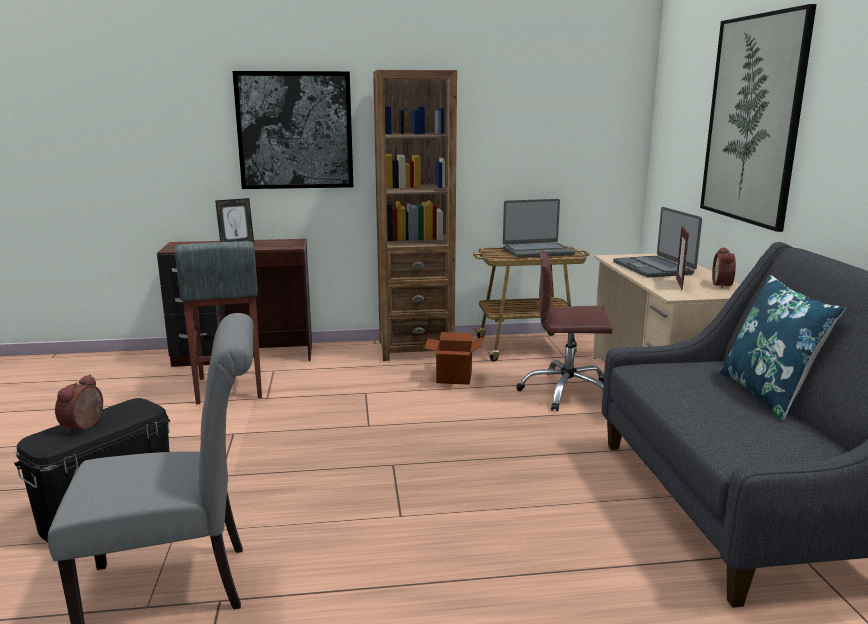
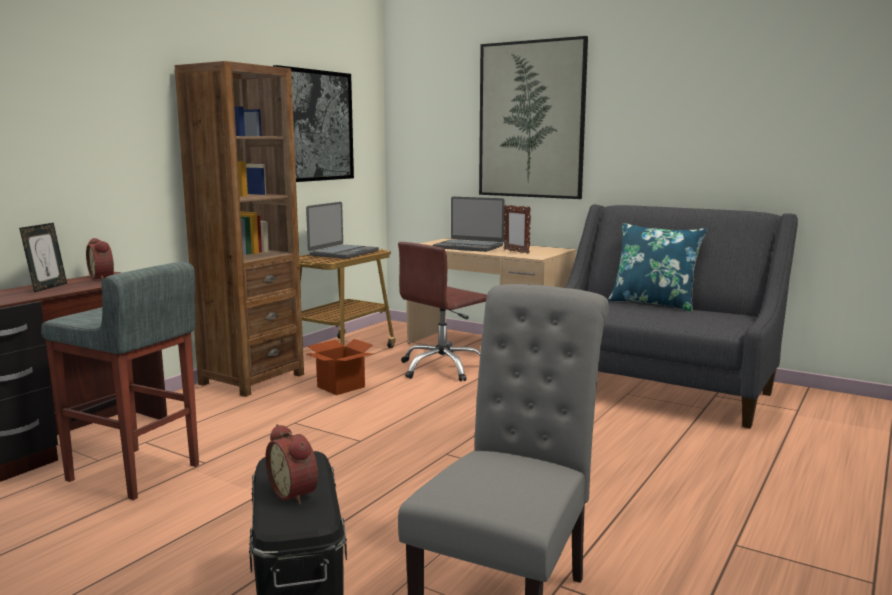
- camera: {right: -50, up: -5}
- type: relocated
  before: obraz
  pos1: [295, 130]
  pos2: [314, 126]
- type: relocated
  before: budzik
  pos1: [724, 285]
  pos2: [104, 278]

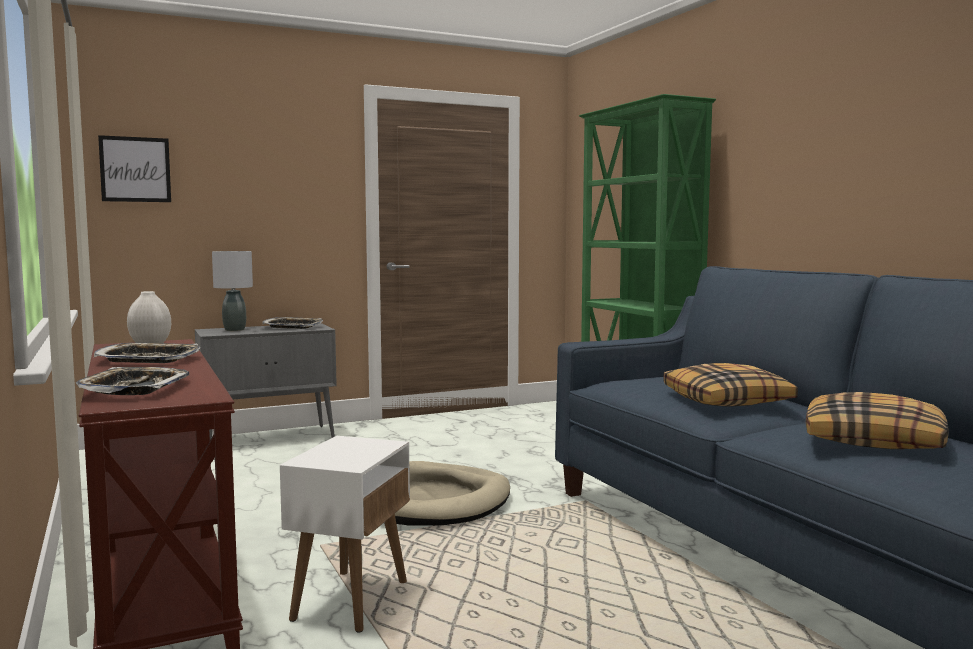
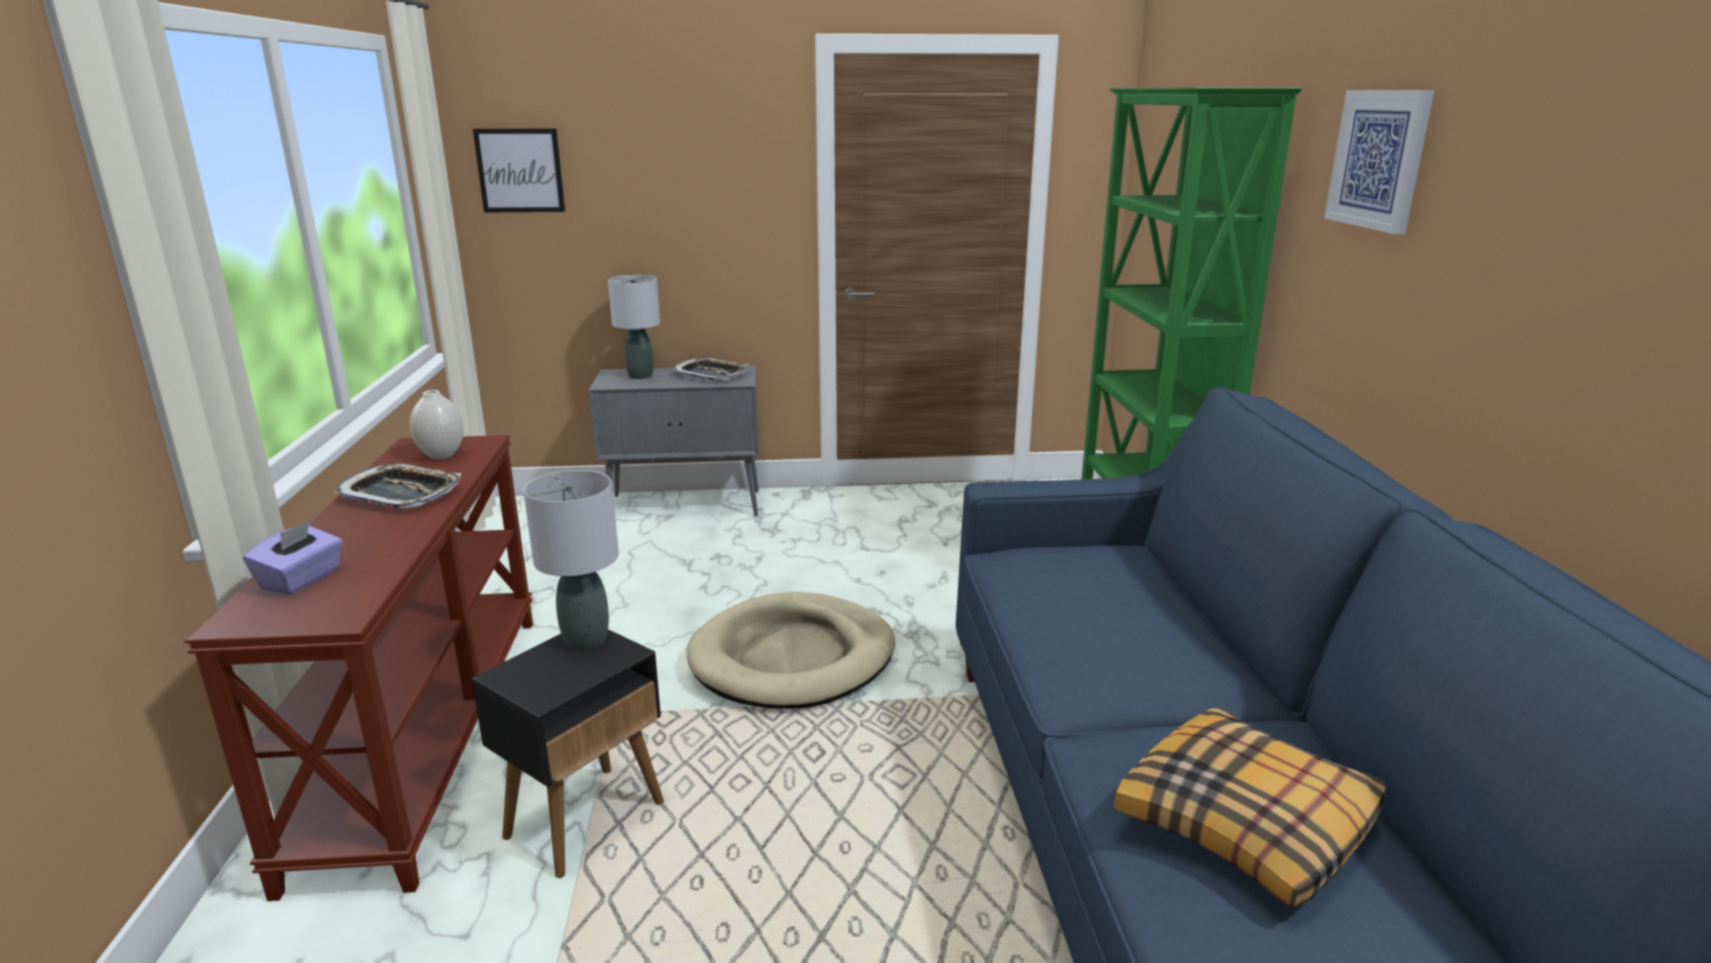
- camera: {right: 20, up: 15}
- type: missing
  before: poduszka
  pos1: [727, 401]
- type: appeared
  after: lampa stołowa/szary
  pos2: [587, 639]
- type: appeared
  after: obraz
  pos2: [1379, 159]
- type: exchanged
  before: taca
  after: pudełko chusteczek/fioletowy
  pos1: [134, 389]
  pos2: [302, 579]
- type: colour
  before: stolik/biały
  after: stolik/czarny
  pos1: [351, 600]
  pos2: [586, 819]

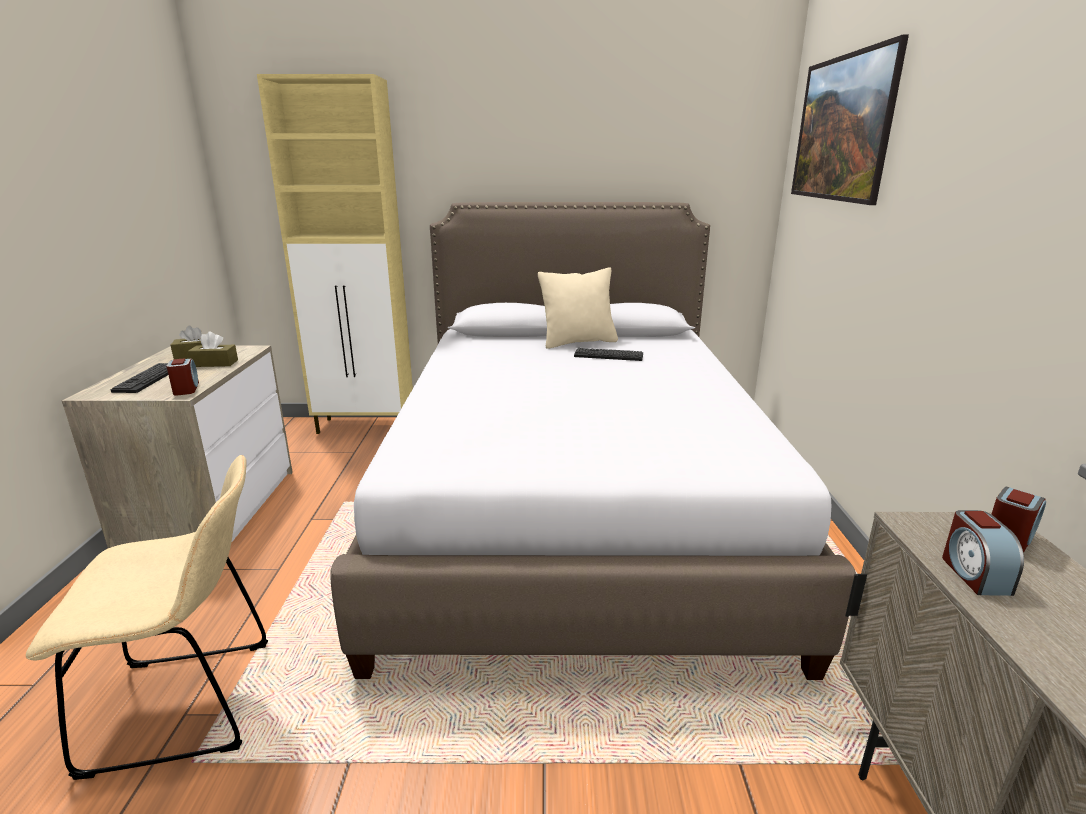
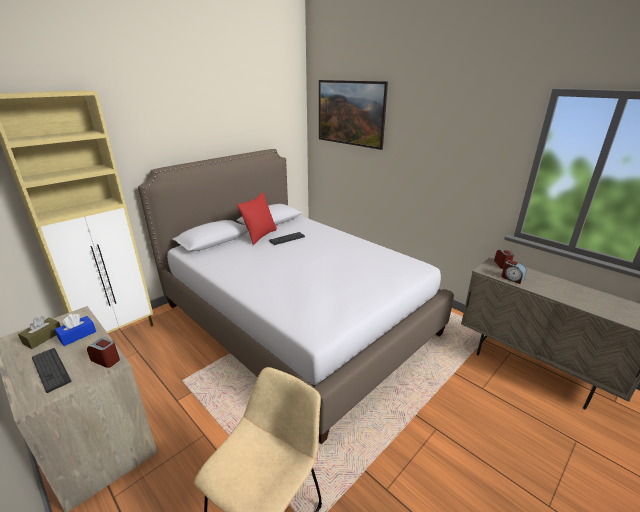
- camera: {right: -45, up: 5}
- type: colour
  before: pudełko chusteczek/brązowy
  after: pudełko chusteczek/niebieski
  pos1: [215, 363]
  pos2: [77, 335]
- type: colour
  before: poduszka/beżowy
  after: poduszka/czerwony
  pos1: [578, 342]
  pos2: [260, 236]

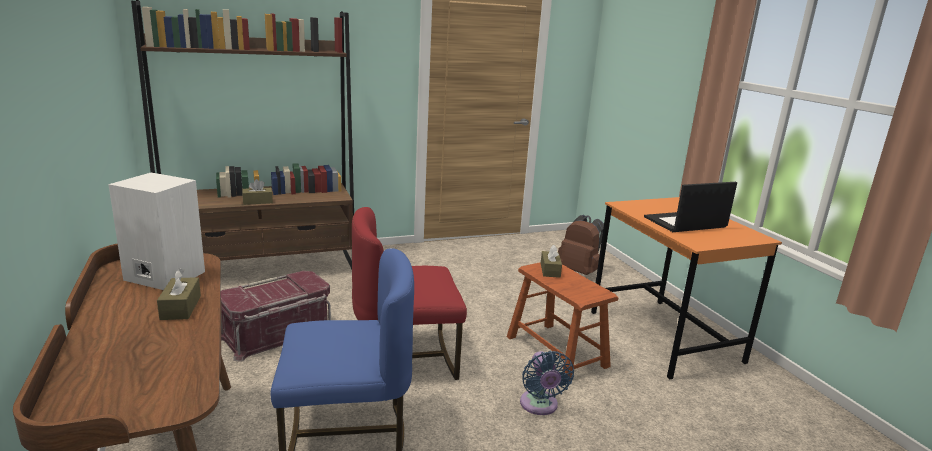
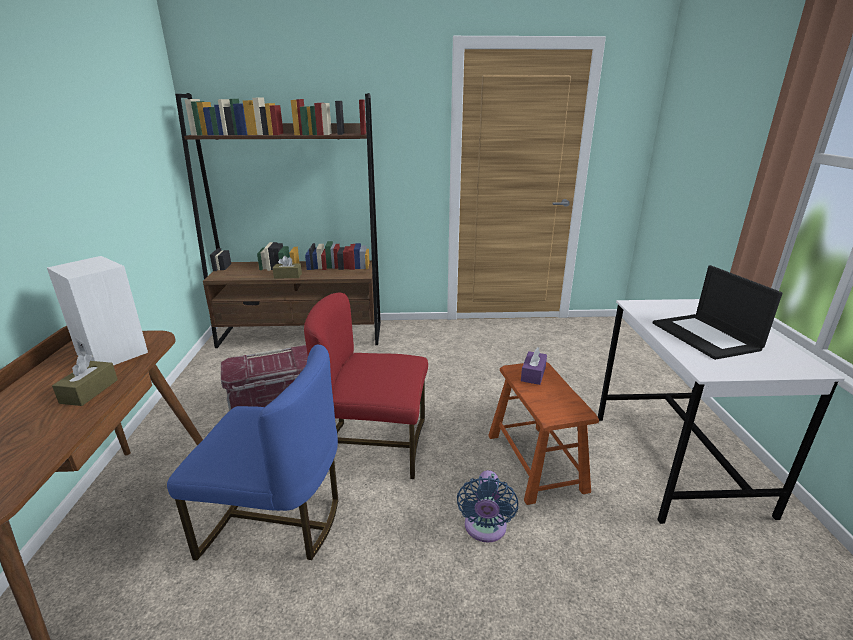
- camera: {right: 20, up: 5}
- type: missing
  before: plecak/brązowy
  pos1: [579, 271]
- type: colour
  before: pudełko chusteczek/brązowy
  after: pudełko chusteczek/fioletowy
  pos1: [550, 270]
  pos2: [533, 374]
- type: colour
  before: biurko/pomarańczowy
  after: biurko/biały
  pos1: [665, 337]
  pos2: [677, 463]
- type: spun
  before: laptop
  pos1: [685, 223]
  pos2: [706, 336]
  turn: -105

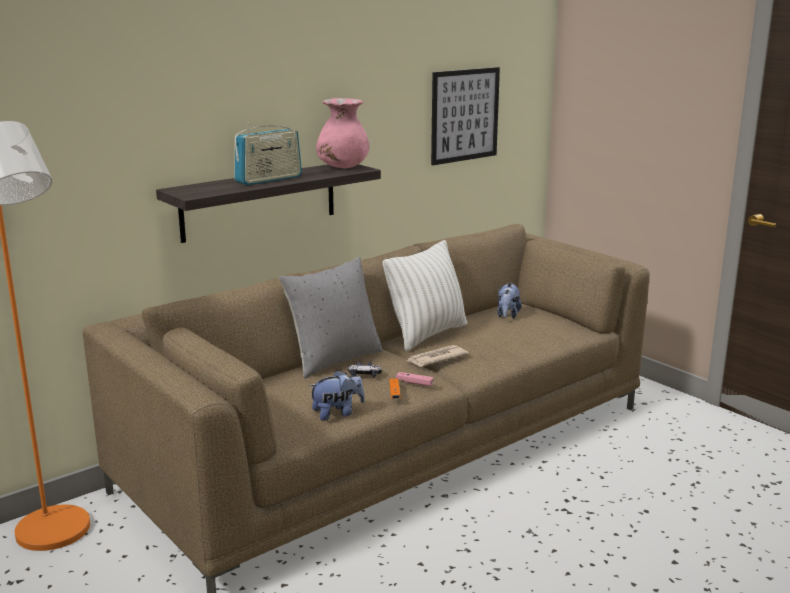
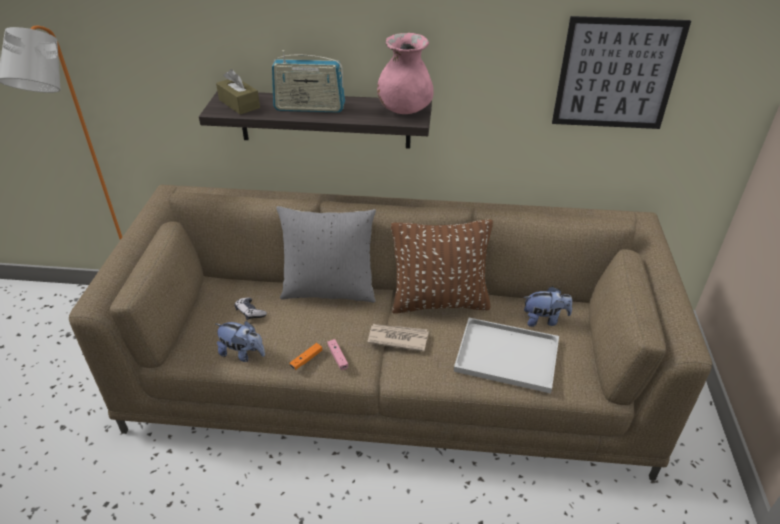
- camera: {right: 45, up: 20}
- type: appeared
  after: pudełko chusteczek/brązowy
  pos2: [239, 104]
- type: appeared
  after: taca/biały
  pos2: [509, 355]
- type: relocated
  before: pad do gier
  pos1: [364, 375]
  pos2: [250, 312]
- type: colour
  before: poduszka/biały
  after: poduszka/brązowy
  pos1: [427, 334]
  pos2: [439, 302]
- type: spun
  before: pluszak
  pos1: [507, 315]
  pos2: [544, 320]
  turn: -150

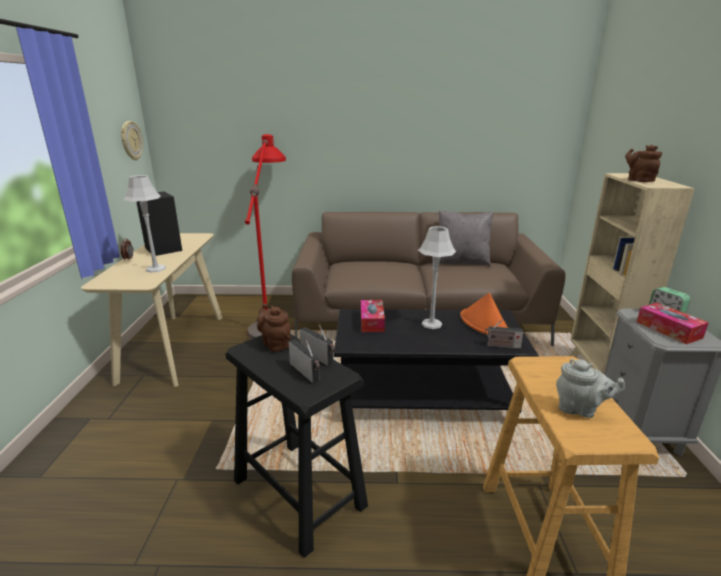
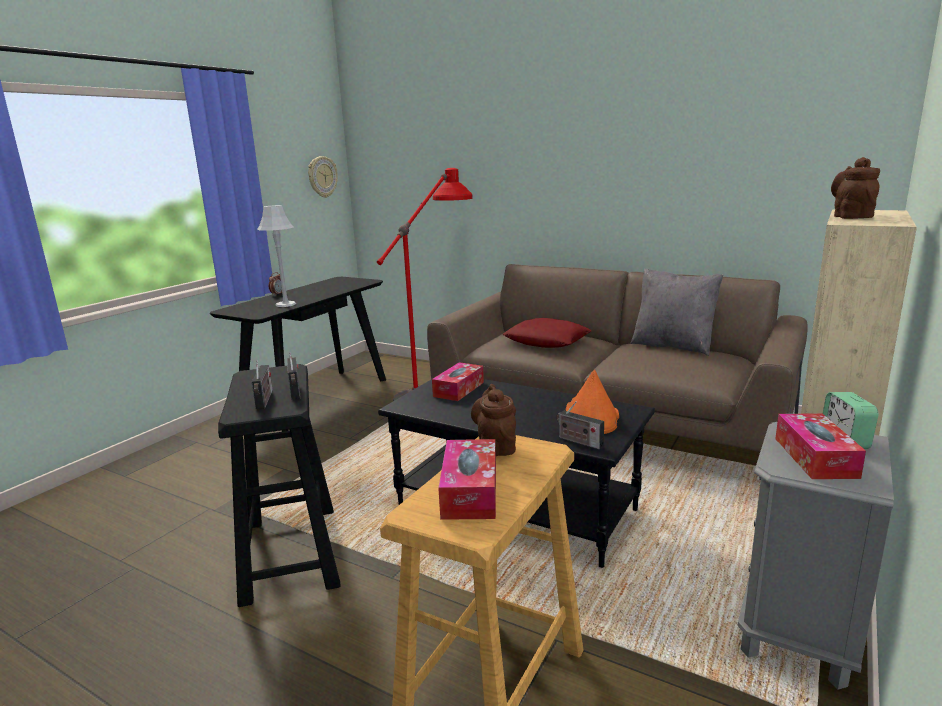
- camera: {right: 30, up: -5}
- type: missing
  before: głośnik/czarny
  pos1: [164, 249]
- type: missing
  before: lampa stołowa/szary
  pos1: [431, 324]
- type: appeared
  after: poduszka/czerwony
  pos2: [547, 341]
- type: relocated
  before: imbryk/brązowy
  pos1: [275, 344]
  pos2: [496, 446]
- type: exchanged
  before: imbryk/szary
  after: pudełko chusteczek
  pos1: [580, 409]
  pos2: [470, 491]
- type: colour
  before: stolik konsolowy/beżowy
  after: stolik konsolowy/czarny
  pos1: [173, 347]
  pos2: [316, 398]

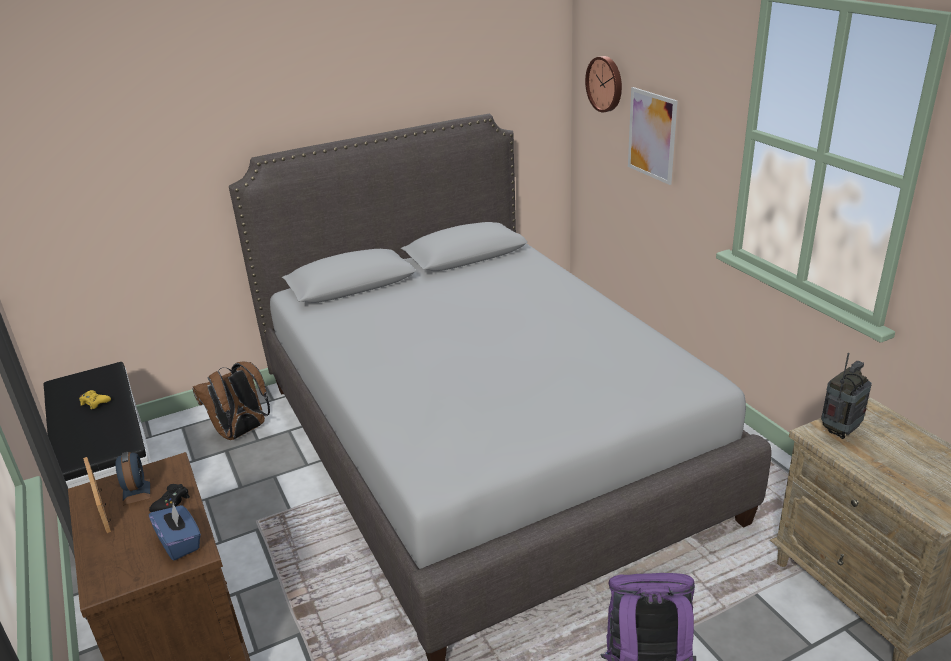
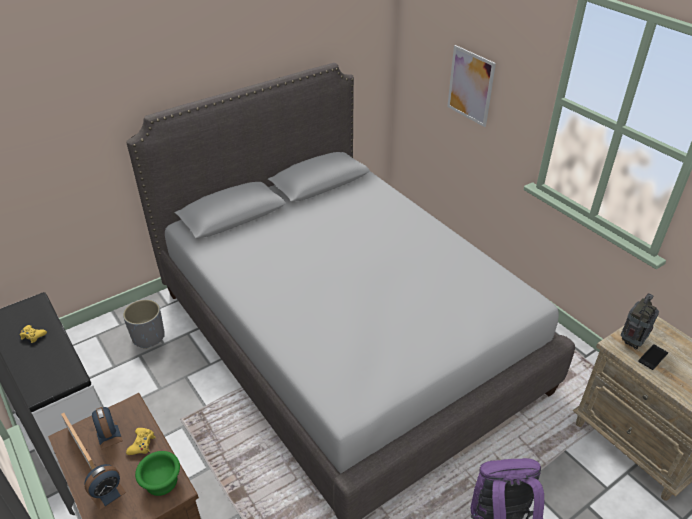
- camera: {right: -10, up: 10}
- type: missing
  before: zegar ścienny
  pos1: [605, 83]
- type: appeared
  after: budzik
  pos2: [107, 493]
- type: appeared
  after: telefon
  pos2: [653, 357]
- type: exchanged
  before: pudełko chusteczek/niebieski
  after: miska/zielony
  pos1: [180, 542]
  pos2: [160, 481]
- type: exchanged
  before: plecak/brązowy
  after: donica/szary
  pos1: [241, 432]
  pos2: [148, 337]
- type: colour
  before: pad do gier/czarny
  after: pad do gier/żółty
  pos1: [172, 503]
  pos2: [142, 444]

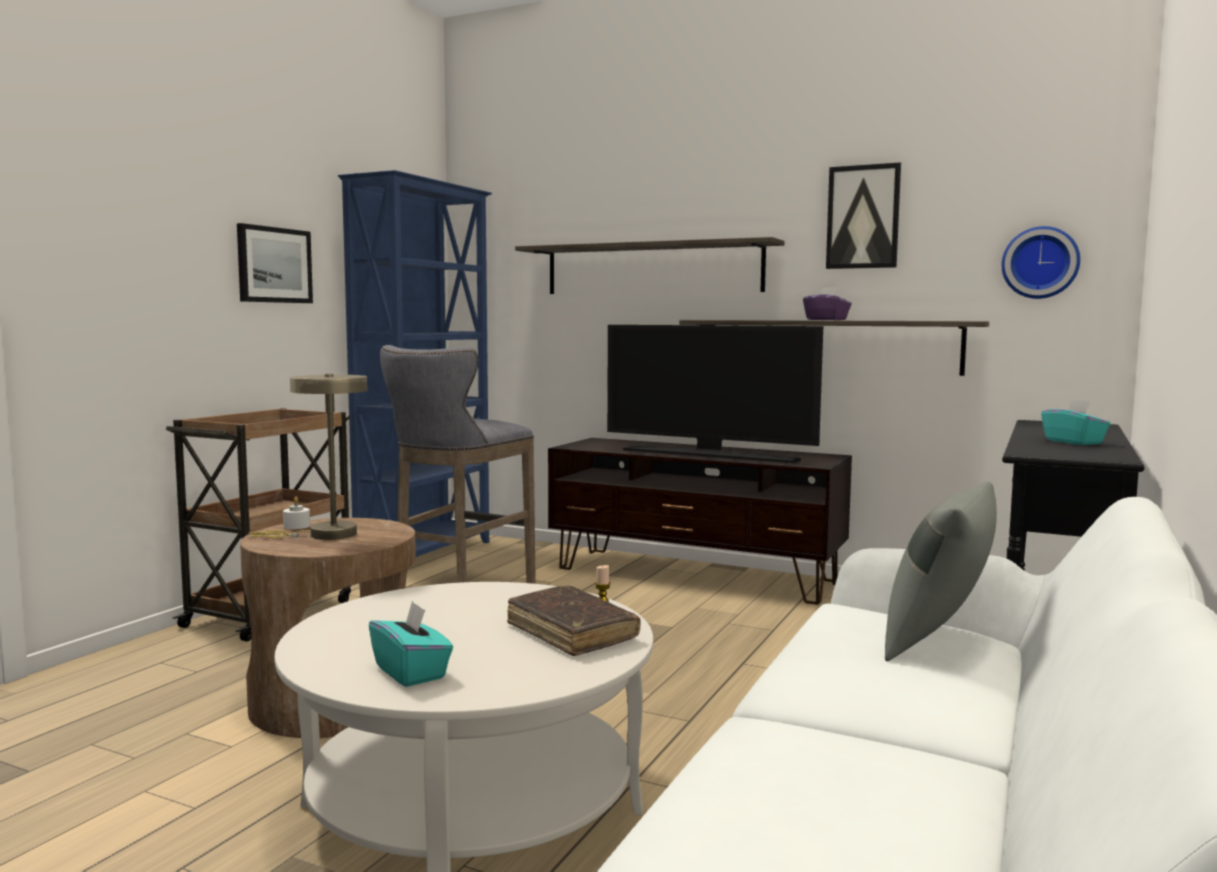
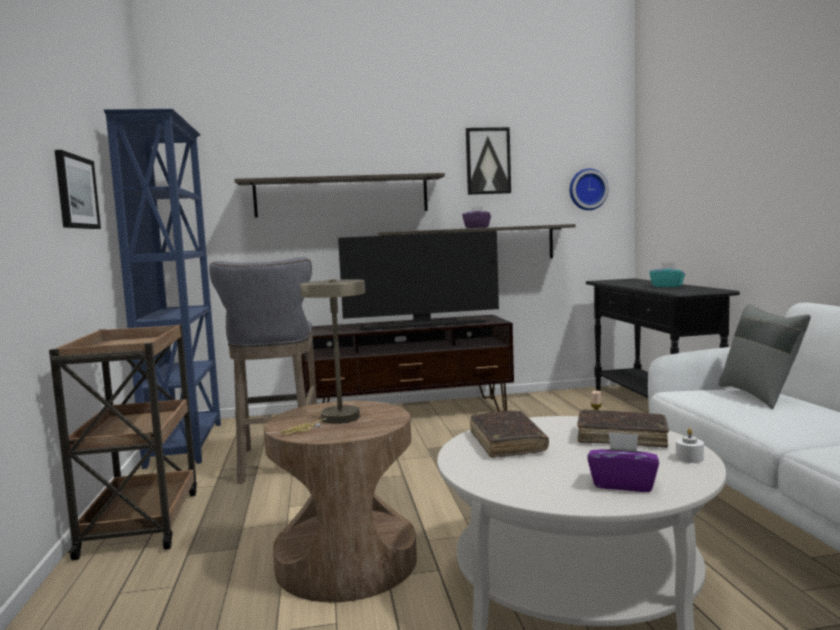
- camera: {right: -35, up: 0}
- type: appeared
  after: książka/brązowy
  pos2: [507, 443]
- type: relocated
  before: świeca/biały
  pos1: [296, 526]
  pos2: [689, 458]
- type: colour
  before: pudełko chusteczek/turkusowy
  after: pudełko chusteczek/fioletowy
  pos1: [411, 672]
  pos2: [623, 484]

